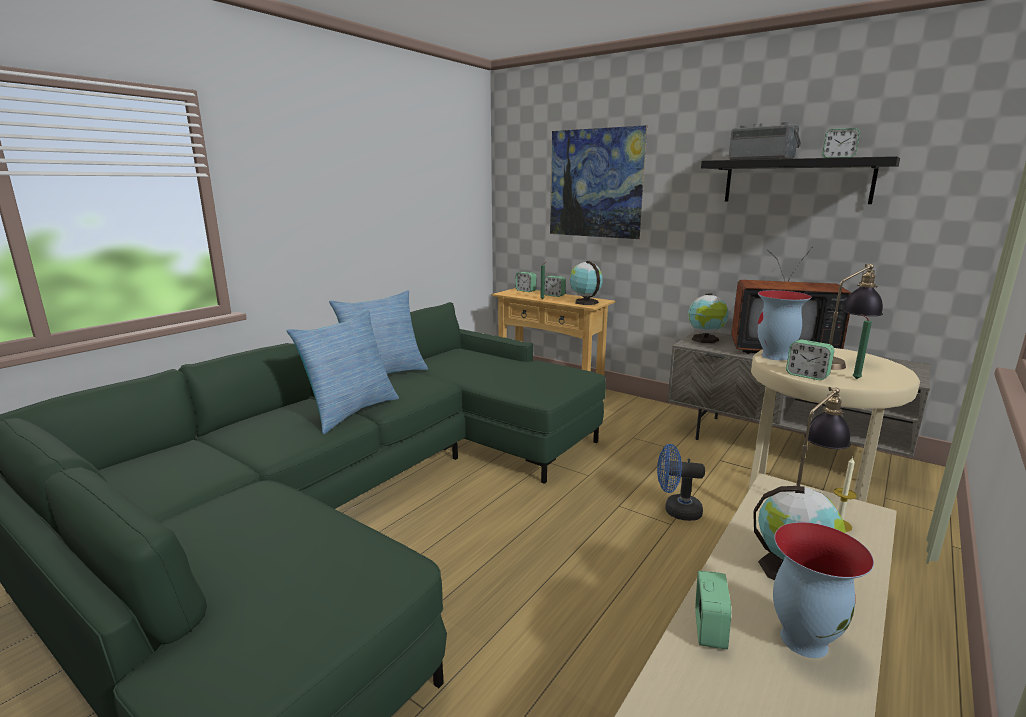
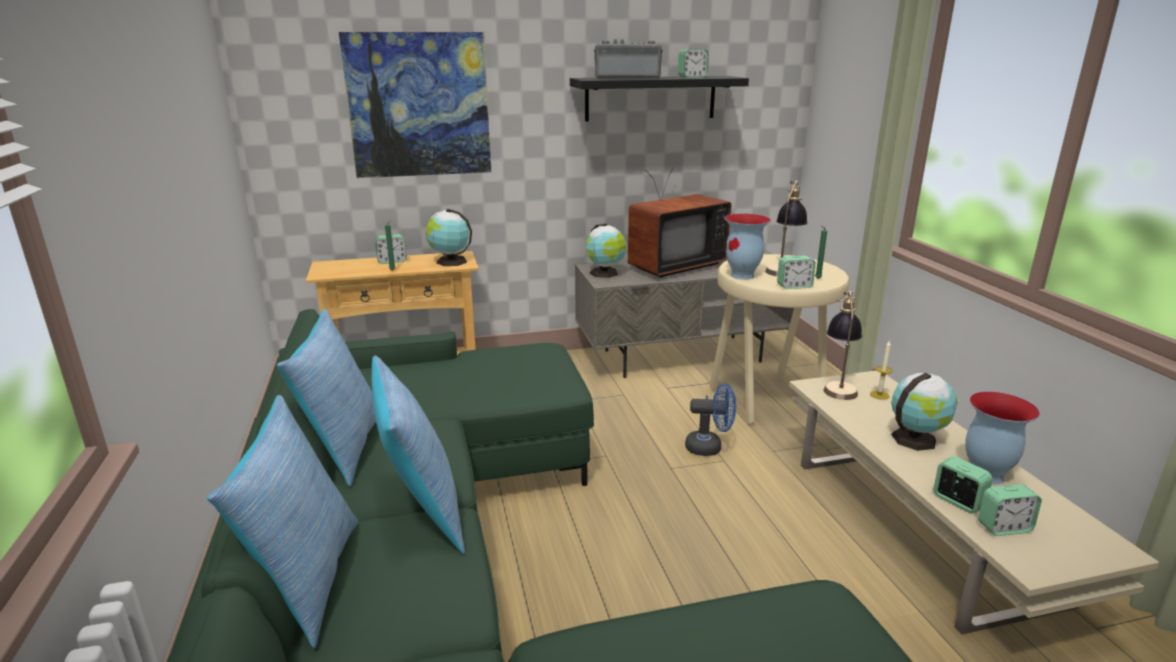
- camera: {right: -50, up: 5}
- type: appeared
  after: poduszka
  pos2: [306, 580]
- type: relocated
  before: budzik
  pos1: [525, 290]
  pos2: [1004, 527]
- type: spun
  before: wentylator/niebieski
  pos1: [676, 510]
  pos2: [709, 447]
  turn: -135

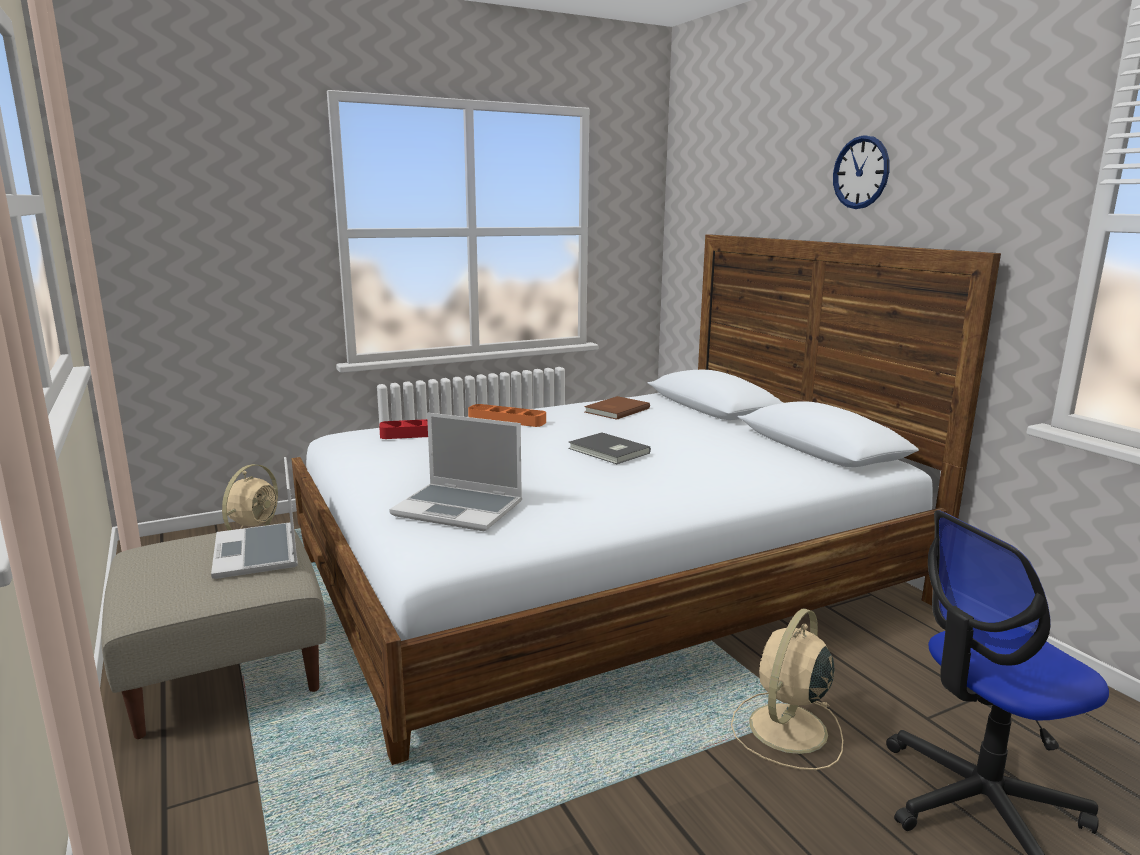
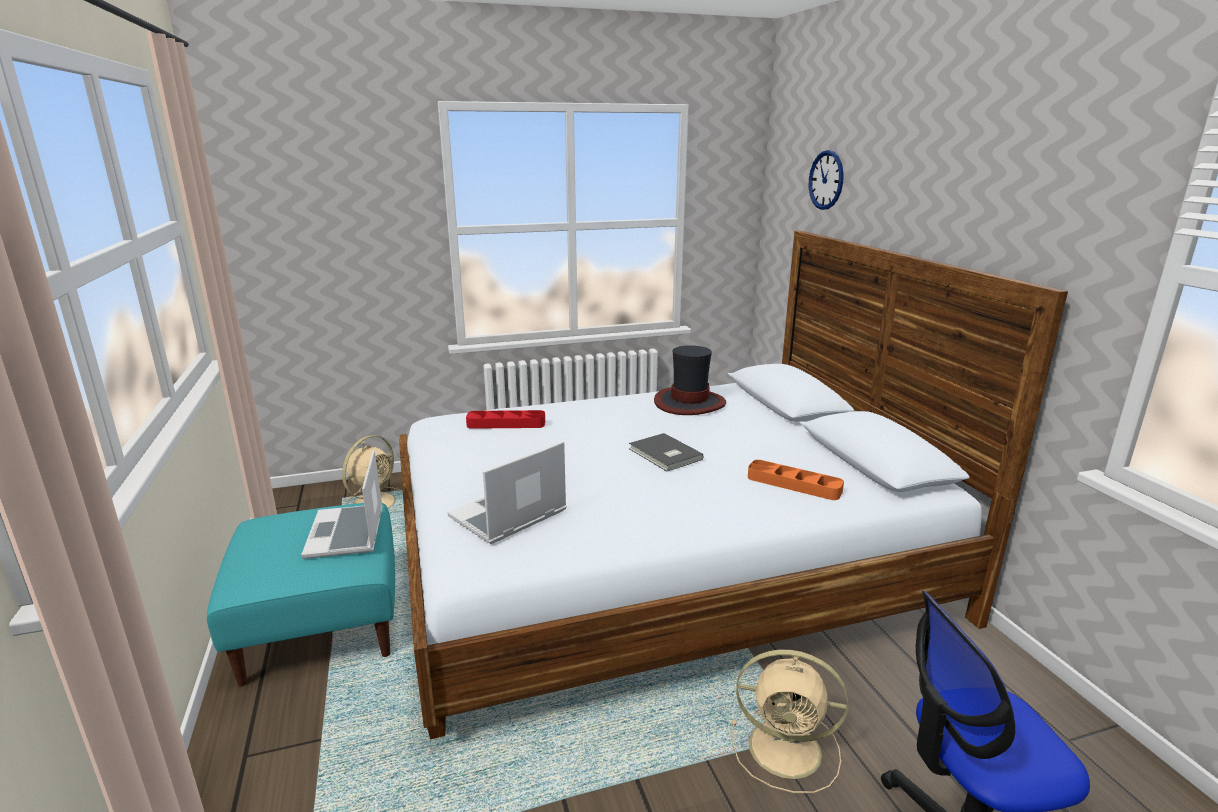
- camera: {right: 10, up: 5}
- type: relocated
  before: taca/pomarańczowy
  pos1: [507, 420]
  pos2: [793, 484]
- type: relocated
  before: zegar ścienny
  pos1: [861, 172]
  pos2: [826, 180]
- type: exchanged
  before: książka/brązowy
  after: kapelusz
  pos1: [615, 410]
  pos2: [689, 403]
- type: colour
  before: pufa/beżowy
  after: pufa/turkusowy
  pos1: [226, 667]
  pos2: [322, 624]
- type: spun
  before: laptop
  pos1: [460, 509]
  pos2: [508, 516]
  turn: 105
- type: spun
  before: wentylator/beżowy
  pos1: [786, 730]
  pos2: [788, 749]
  turn: -120

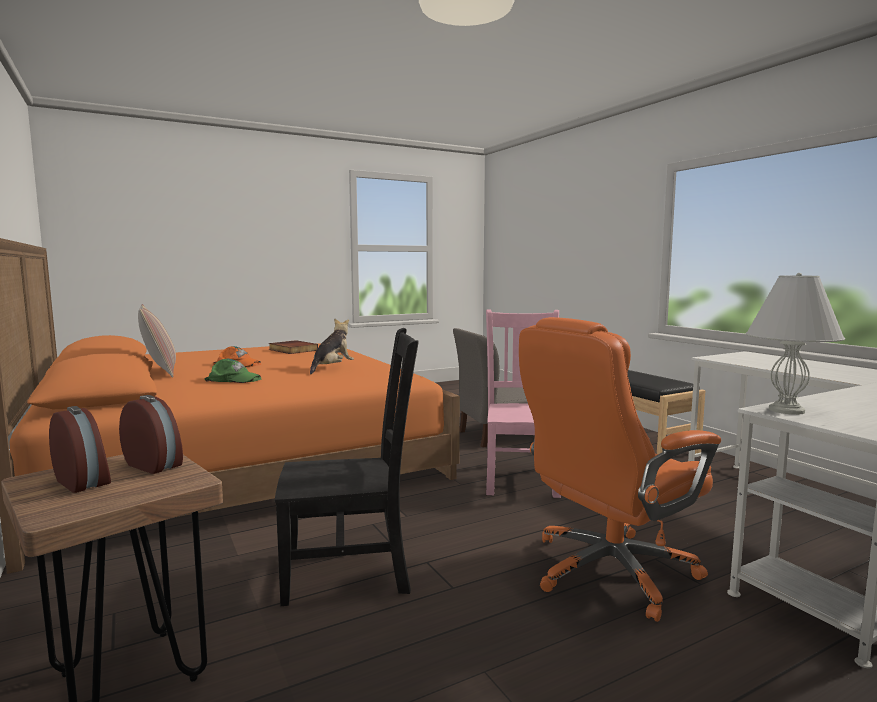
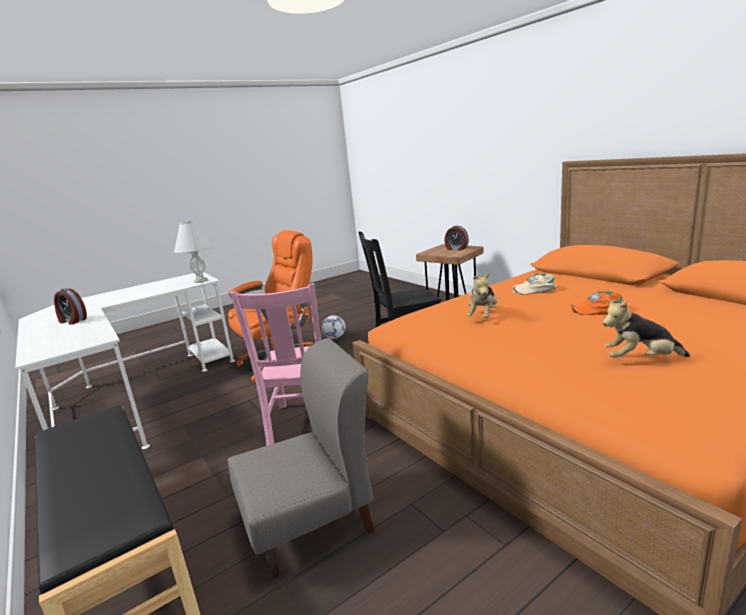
- camera: {right: 175, up: 10}
- type: missing
  before: poduszka
  pos1: [160, 372]
- type: appeared
  after: piłka futbolowa
  pos2: [335, 338]
- type: relocated
  before: budzik
  pos1: [155, 465]
  pos2: [72, 321]
- type: exchanged
  before: książka
  after: pluszak
  pos1: [292, 350]
  pos2: [640, 360]
- type: colour
  before: czapka z daszkiem/zielony
  after: czapka z daszkiem/beżowy
  pos1: [234, 379]
  pos2: [535, 289]

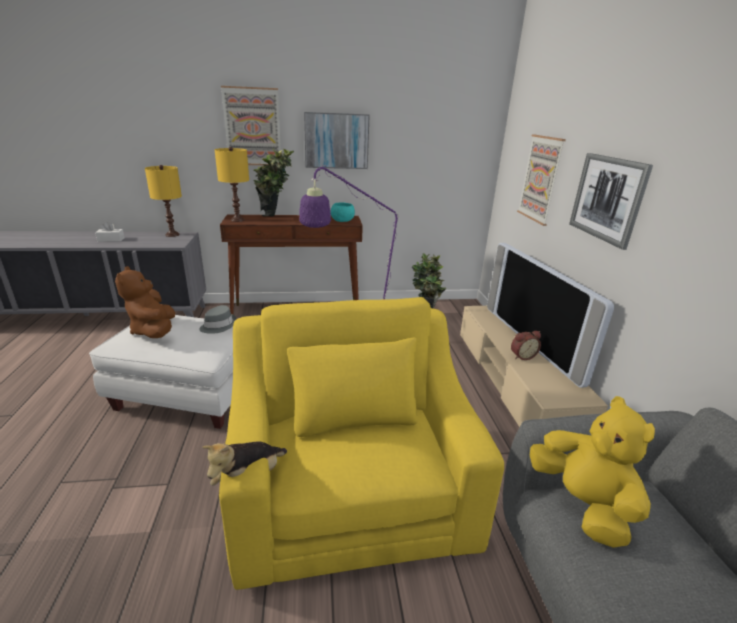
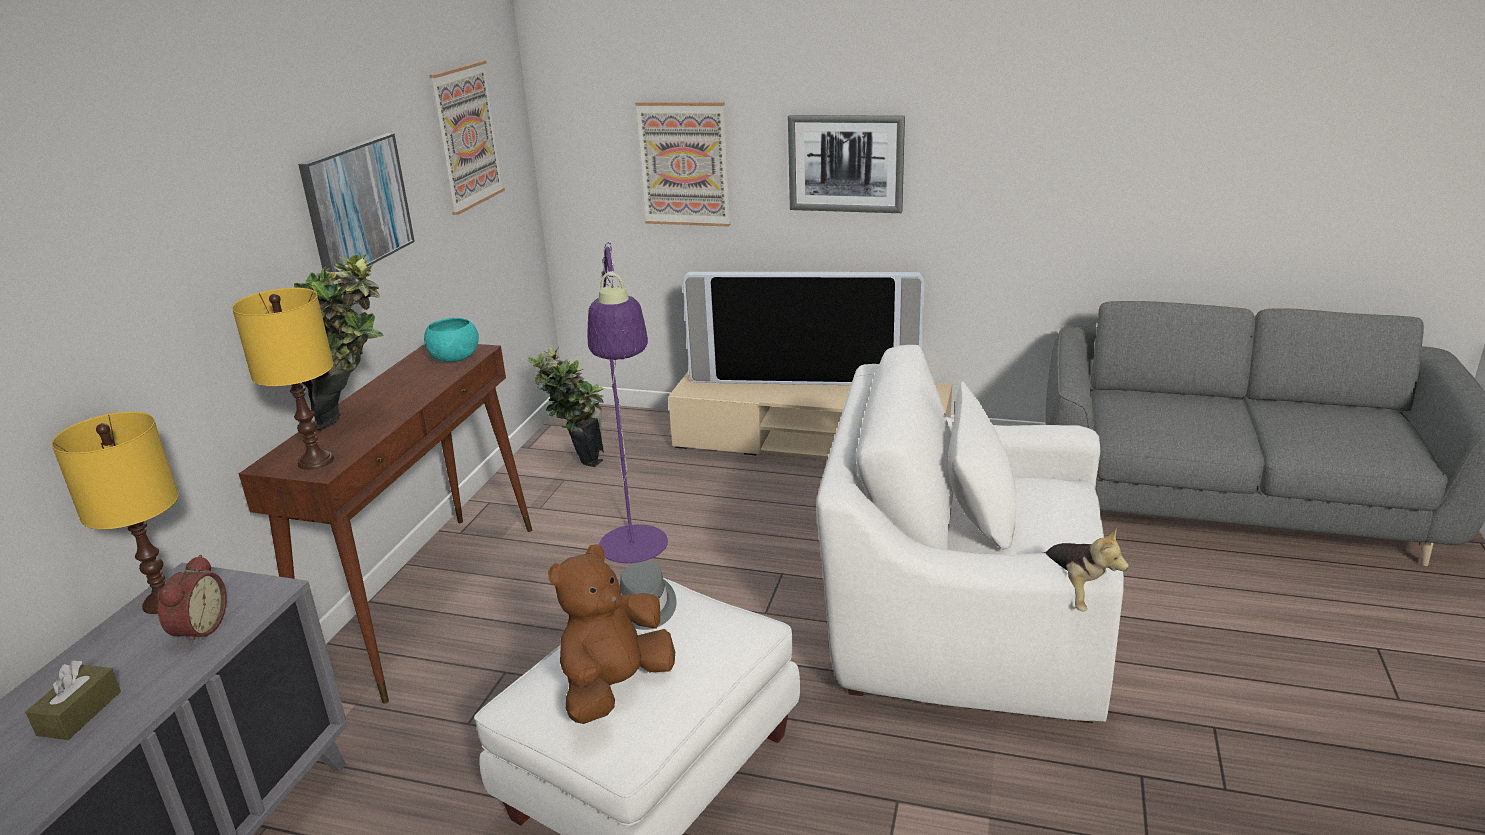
- camera: {right: -65, up: 0}
- type: missing
  before: pluszak/żółty
  pos1: [581, 503]
- type: relocated
  before: obraz
  pos1: [252, 127]
  pos2: [467, 136]
- type: relocated
  before: budzik
  pos1: [522, 356]
  pos2: [198, 629]
- type: colour
  before: pudełko chusteczek/biały
  after: pudełko chusteczek/brązowy
  pos1: [111, 239]
  pos2: [79, 713]
- type: colour
  before: fotel/żółty
  after: fotel/biały
  pos1: [351, 488]
  pos2: [961, 619]
- type: spun
  before: pluszak/brązowy
  pos1: [154, 331]
  pos2: [615, 687]
  turn: 120

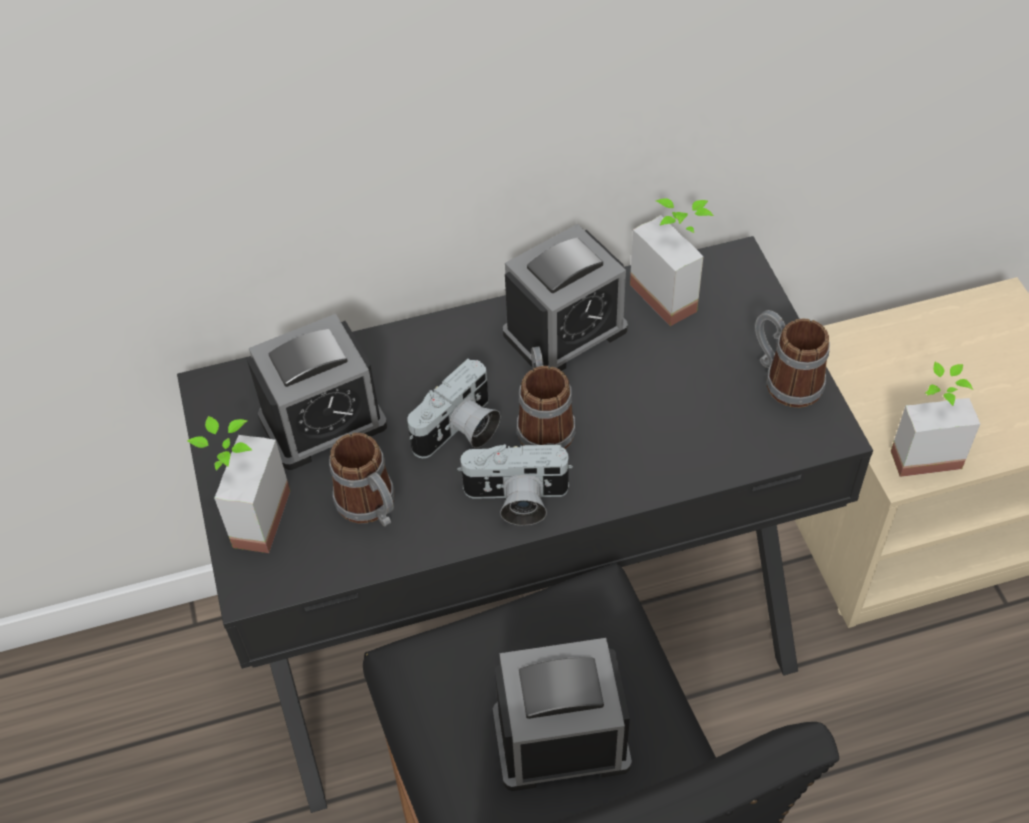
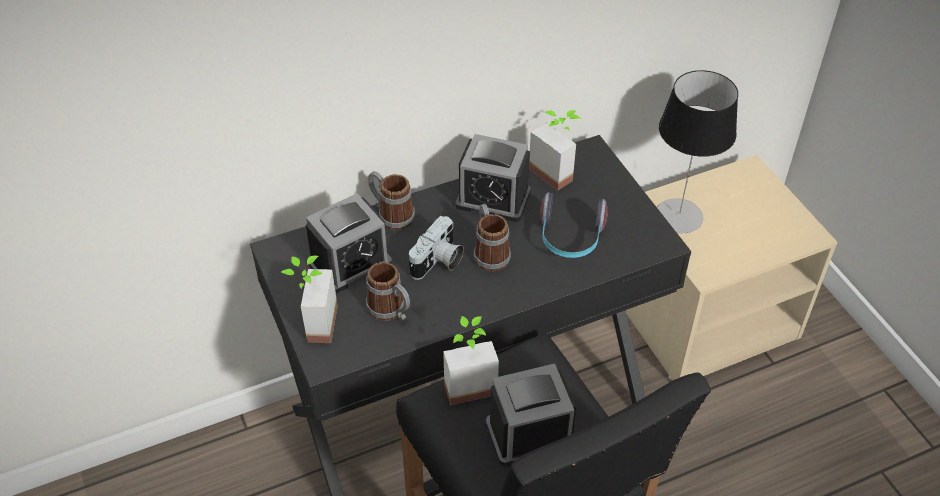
- camera: {right: -10, up: -5}
- type: missing
  before: aparat fotograficzny
  pos1: [516, 500]
- type: appeared
  after: słuchawki
  pos2: [570, 238]
- type: appeared
  after: lampa stołowa
  pos2: [679, 216]
- type: relocated
  before: kubek
  pos1: [784, 379]
  pos2: [391, 214]
- type: relocated
  before: roślina doniczkowa
  pos1: [921, 449]
  pos2: [468, 381]
- type: spun
  before: budzik
  pos1: [565, 331]
  pos2: [493, 199]
  turn: 60

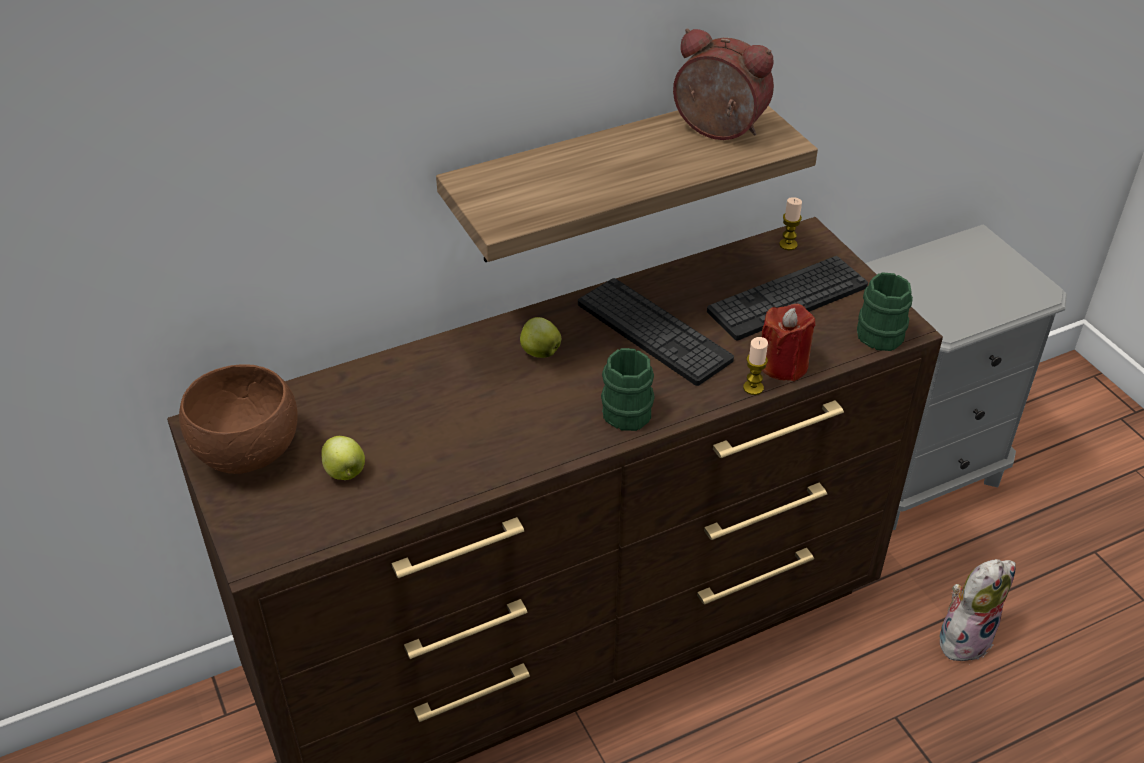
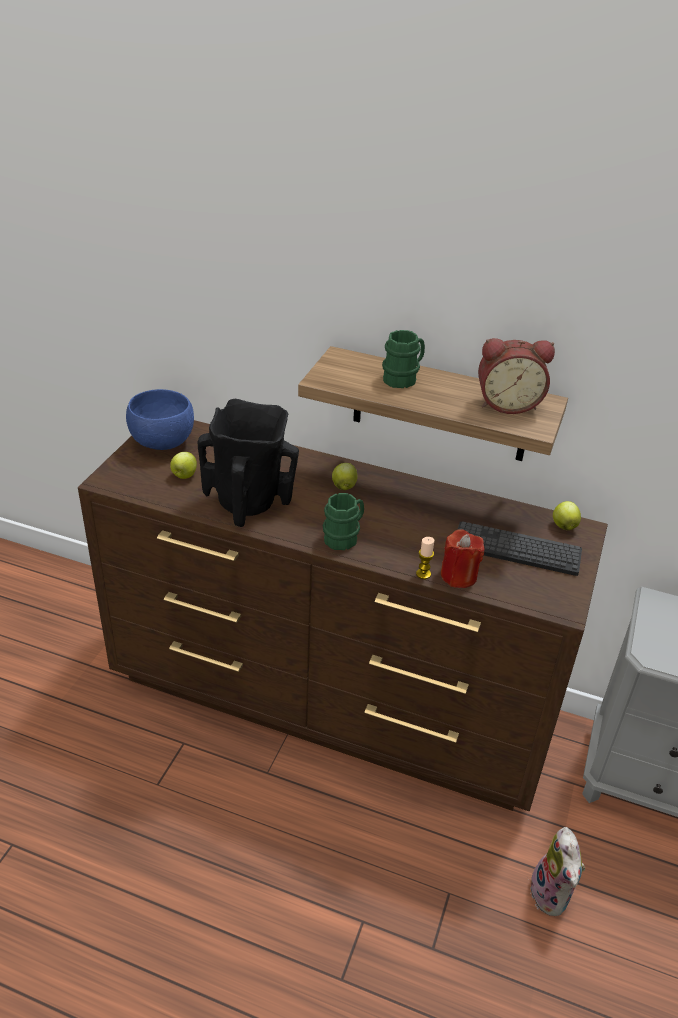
- camera: {right: 45, up: -5}
- type: missing
  before: klawiatura
  pos1: [653, 332]
- type: appeared
  after: wazon/czarny
  pos2: [250, 502]
- type: relocated
  before: kubek/zielony
  pos1: [879, 330]
  pos2: [403, 378]
- type: exchanged
  before: świeca
  after: jabłko
  pos1: [788, 245]
  pos2: [564, 526]
- type: colour
  before: miska/brązowy
  after: miska/niebieski
  pos1: [249, 452]
  pos2: [163, 443]
- type: spun
  before: budzik
  pos1: [717, 131]
  pos2: [507, 403]
  turn: 105
- type: spun
  before: pluszak
  pos1: [964, 637]
  pos2: [553, 895]
  turn: 75

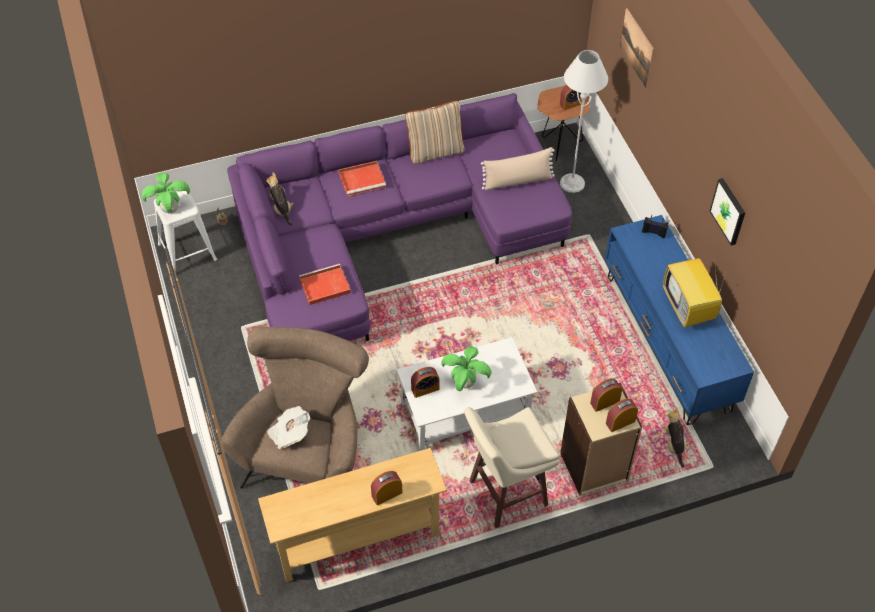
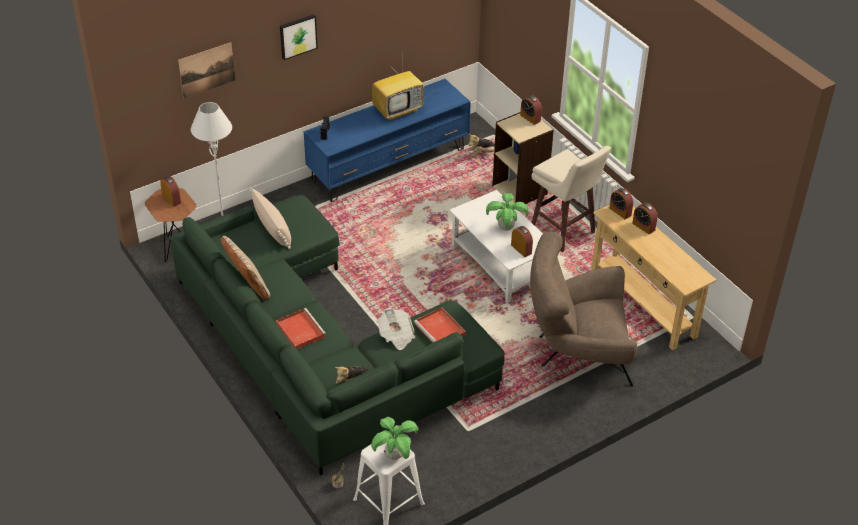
- camera: {right: -105, up: -10}
- type: relocated
  before: gazeta
  pos1: [289, 433]
  pos2: [396, 336]
- type: relocated
  before: budzik
  pos1: [605, 402]
  pos2: [620, 211]
- type: relocated
  before: obraz
  pos1: [729, 211]
  pos2: [297, 36]
- type: colour
  before: kanapa/fioletowy
  after: kanapa/zielony
  pos1: [389, 233]
  pos2: [318, 348]

